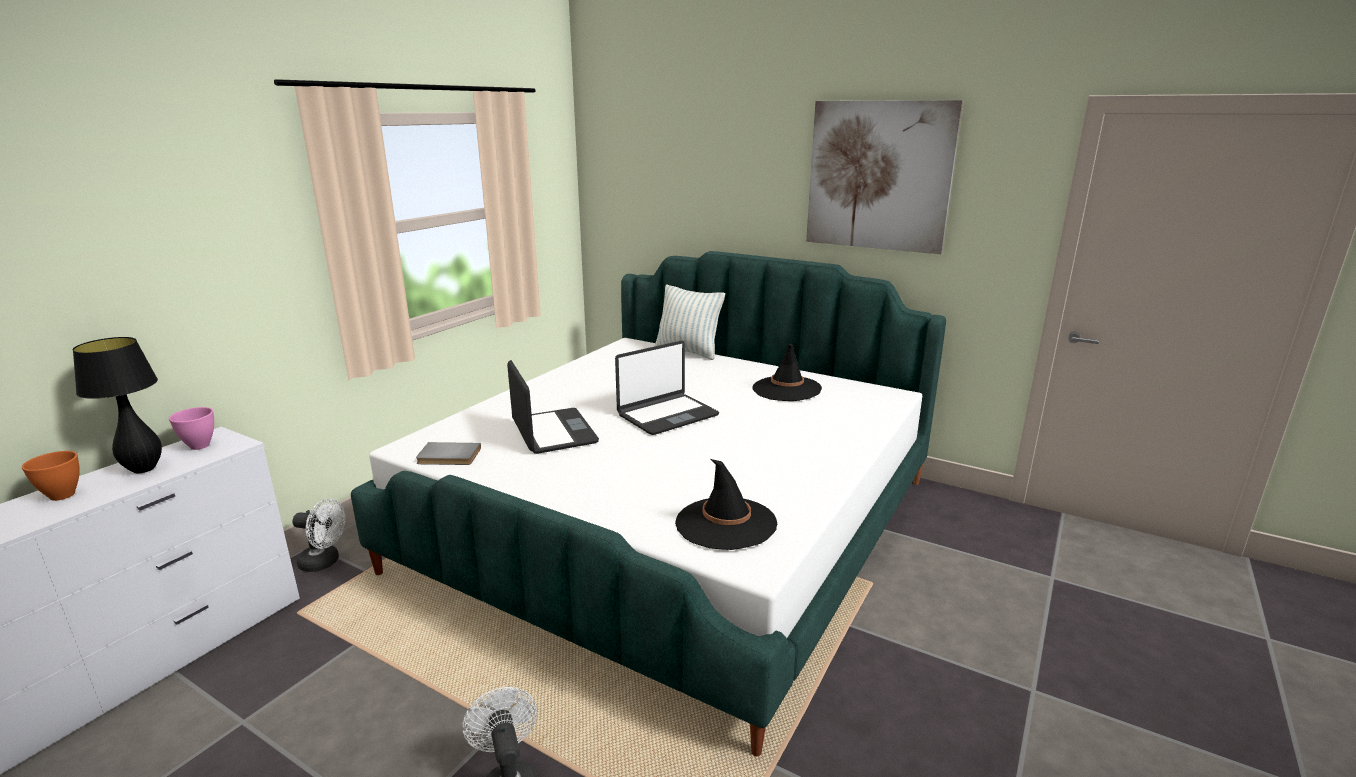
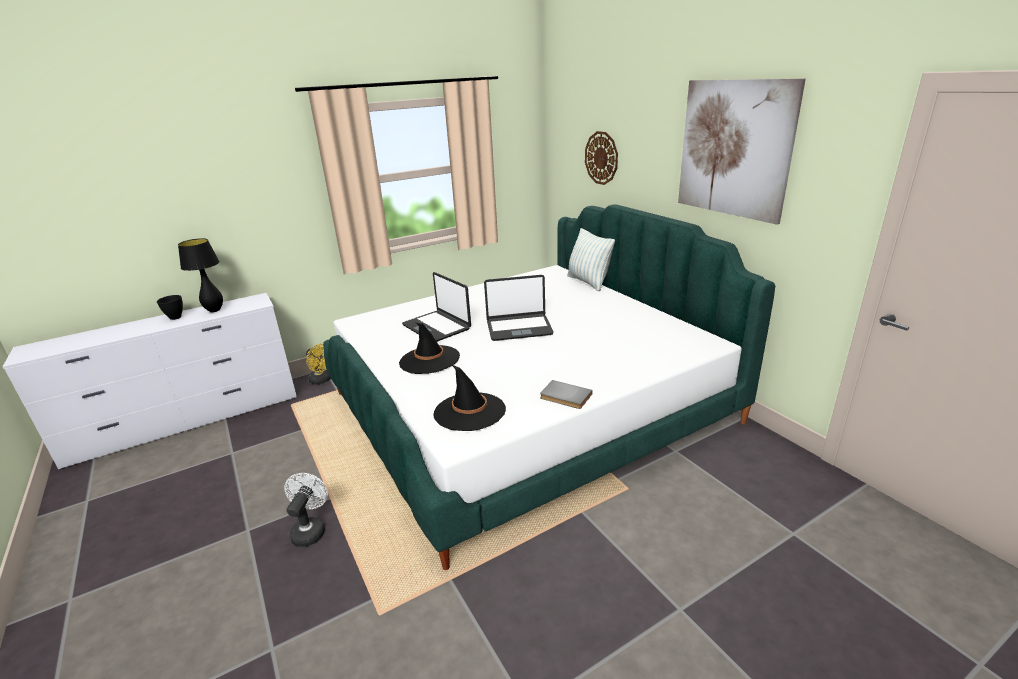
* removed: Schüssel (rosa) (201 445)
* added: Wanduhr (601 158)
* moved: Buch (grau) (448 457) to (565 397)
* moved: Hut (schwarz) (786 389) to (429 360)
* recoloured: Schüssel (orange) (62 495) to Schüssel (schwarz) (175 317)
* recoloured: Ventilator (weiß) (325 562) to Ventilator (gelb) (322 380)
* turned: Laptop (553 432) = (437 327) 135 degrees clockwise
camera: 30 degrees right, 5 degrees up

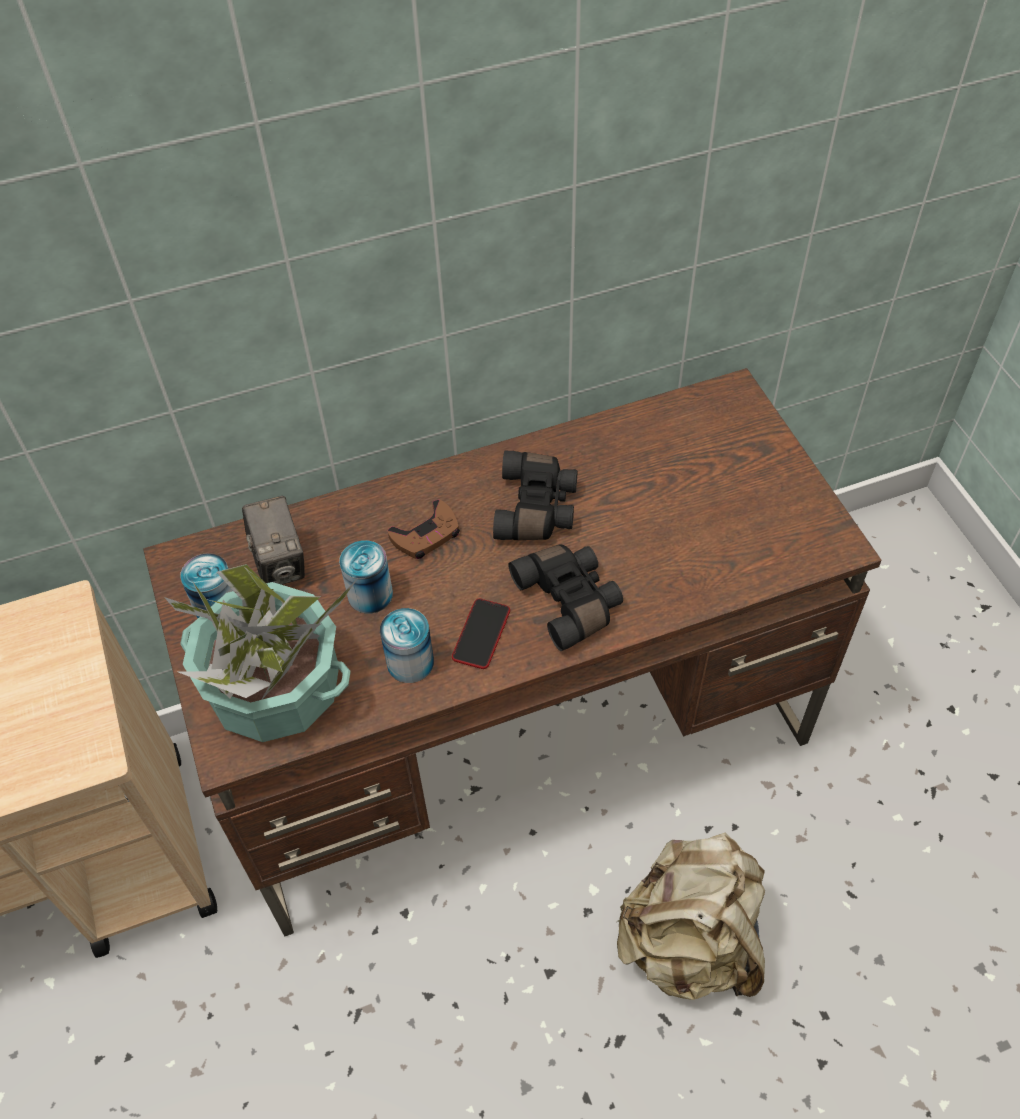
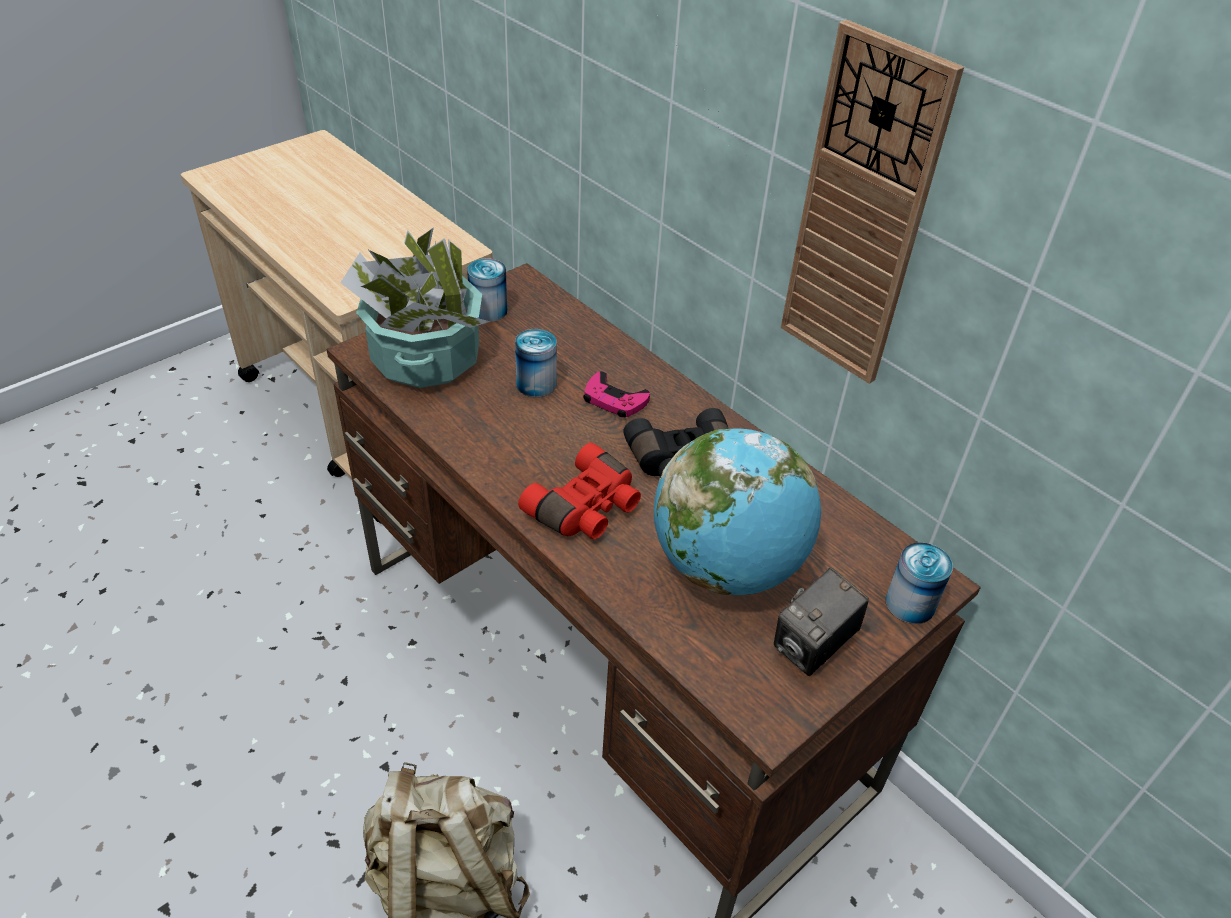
* removed: Handy (481 634)
* added: Globus (727 566)
* added: Wanduhr (862 215)
* moved: Kamera (280 564) to (813 647)
* moved: Dose (410 662) to (910 604)
* recoloured: Gamepad (braun) (426 535) to Gamepad (rosa) (614 400)
* recoloured: Fernglas (schwarz) (570 601) to Fernglas (rot) (586 509)
camera: 65 degrees right, 10 degrees down

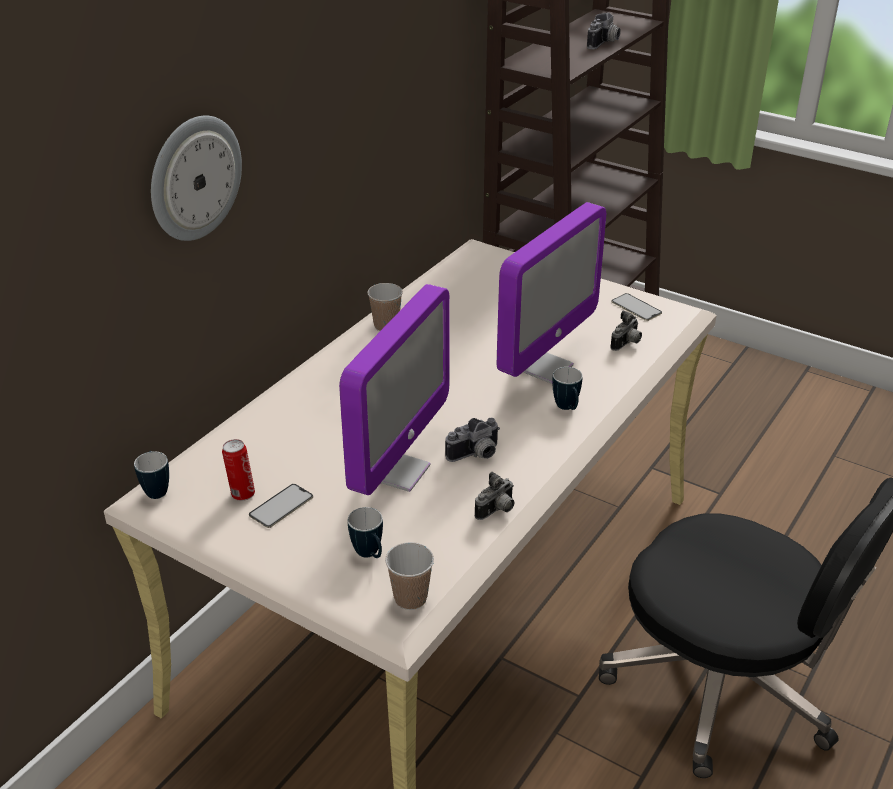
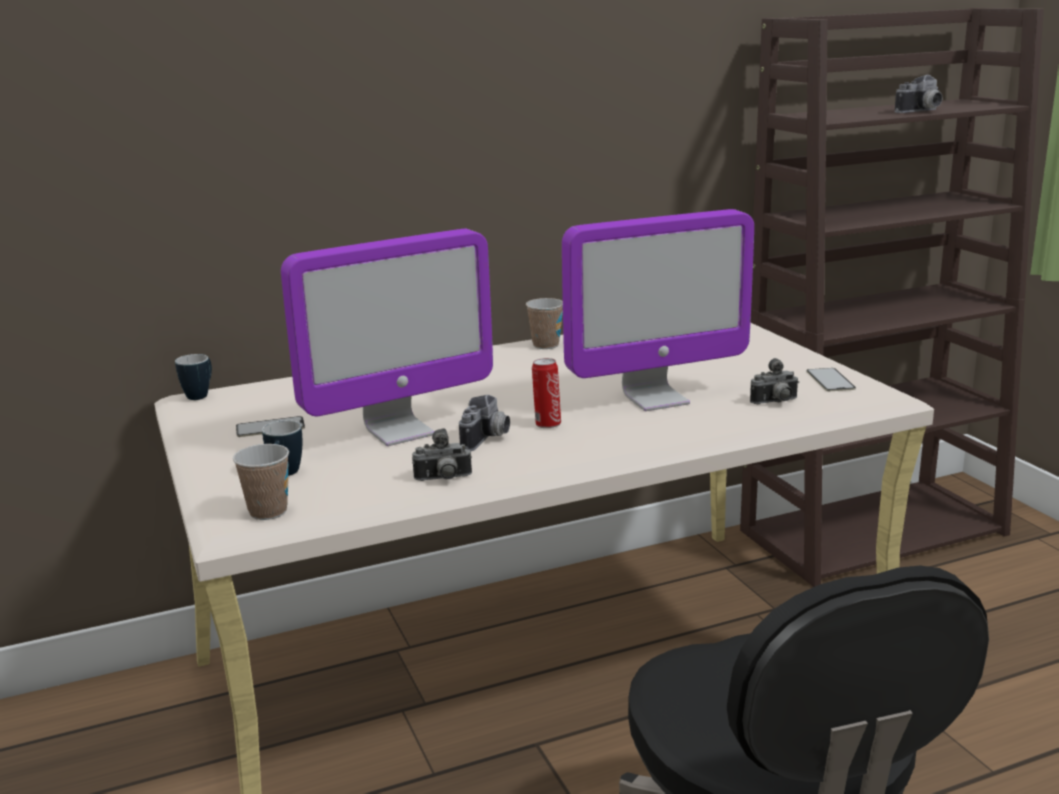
* removed: Wanduhr (194 178)
* removed: Henkelbecher (567 408)
* moved: Dose (241 494) to (547 424)
* turned: Kamera (476 455) = (487 439) 75 degrees counterclockwise
camera: 35 degrees right, 15 degrees down

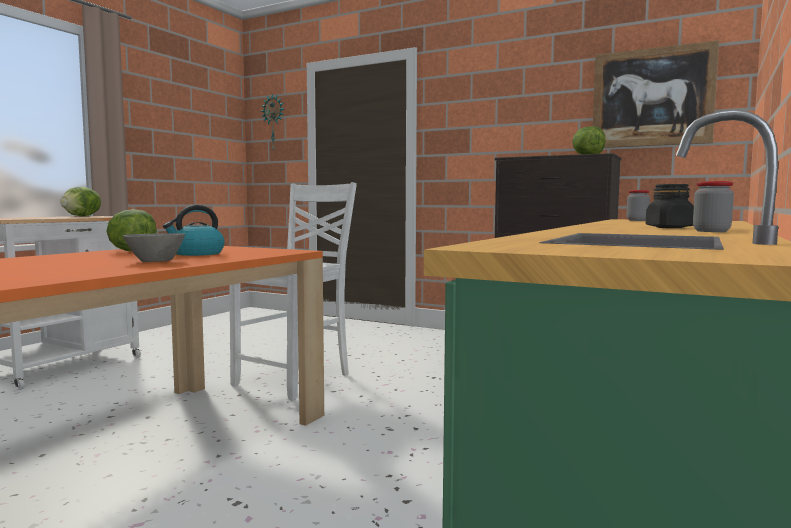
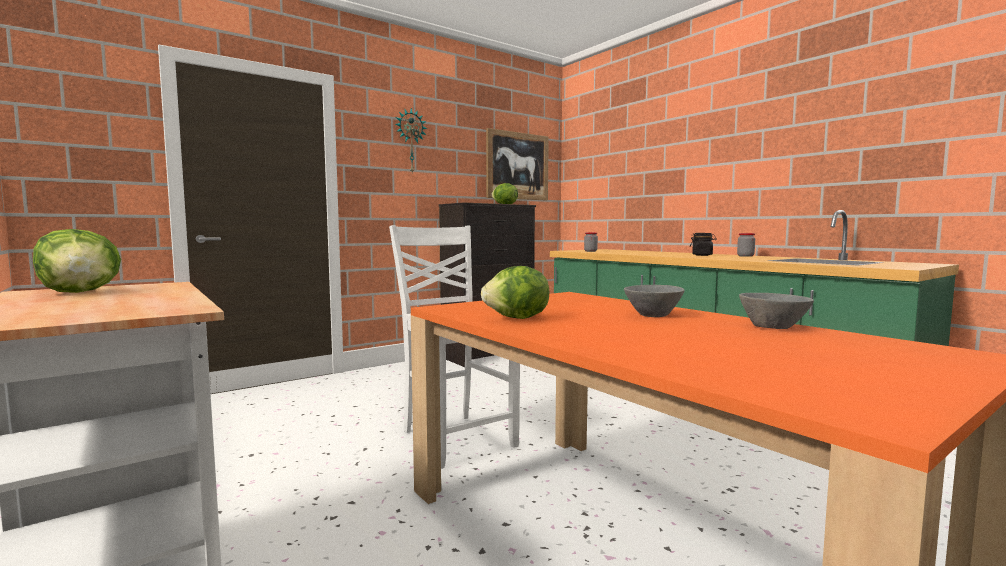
* removed: Wasserkessel (197 254)
* added: Schüssel (grau) (774 327)
* moved: Wanduhr (274 123) to (410 141)
camera: 65 degrees left, 0 degrees up

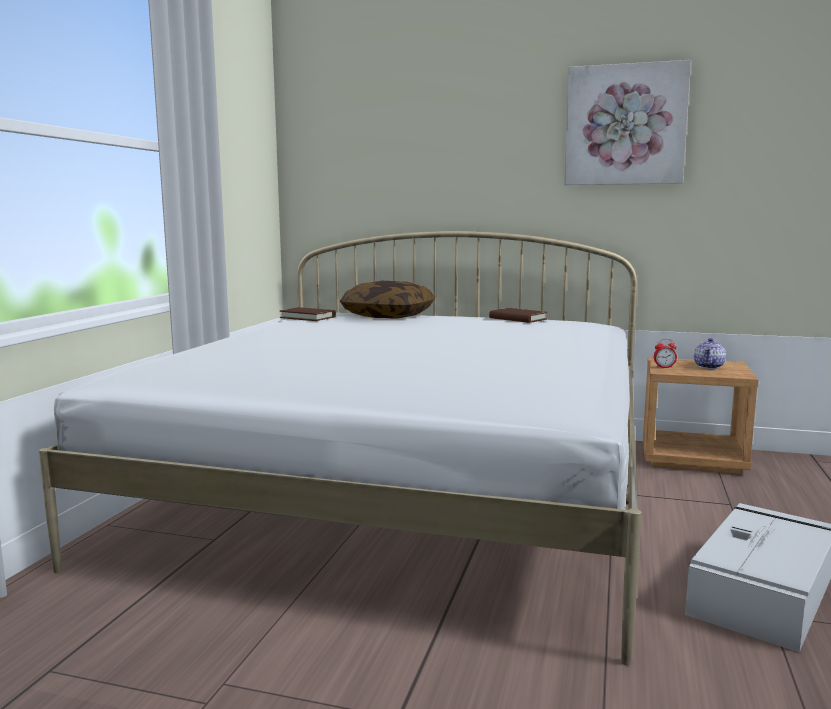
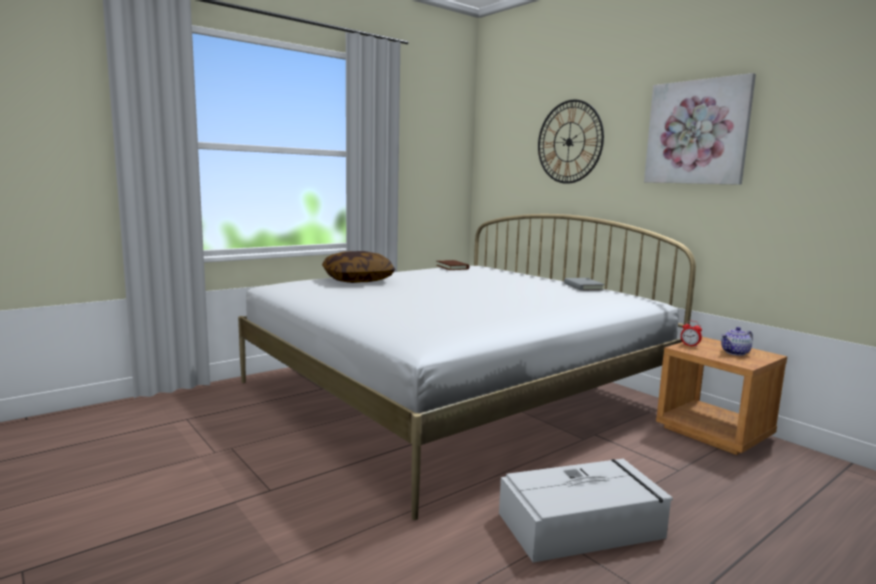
* added: Wanduhr (569 142)
* moved: Kissen (388 316) to (358 280)
* recoloured: Buch (braun) (517 319) to Buch (grau) (583 287)
camera: 35 degrees right, 0 degrees up

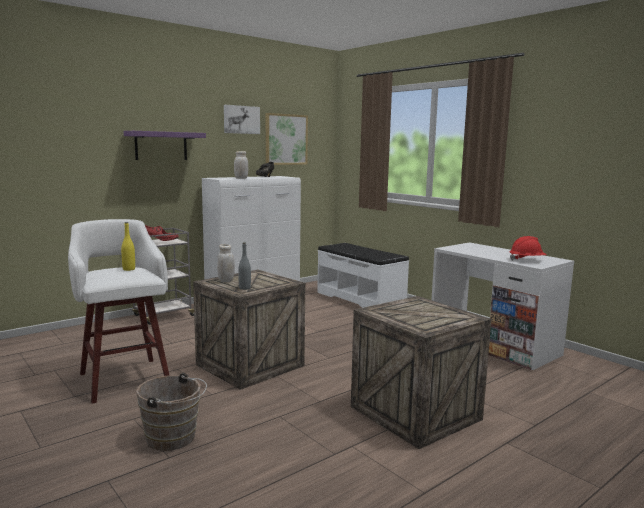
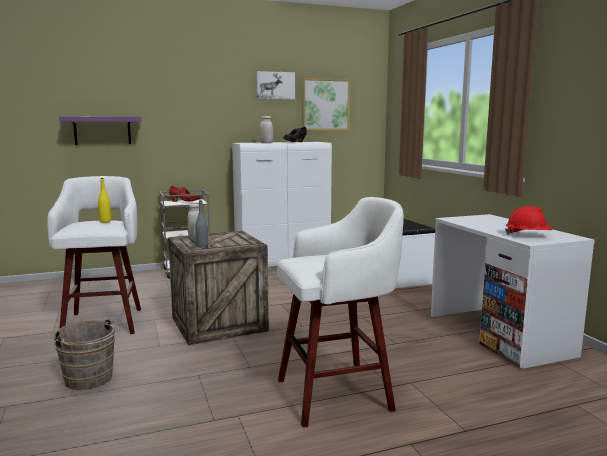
* moved: Wandregal (lila) (161 146) to (102 130)
* replaced: Kiste (417 413) to Hocker (weiß) (338 394)
camera: 20 degrees right, 0 degrees up

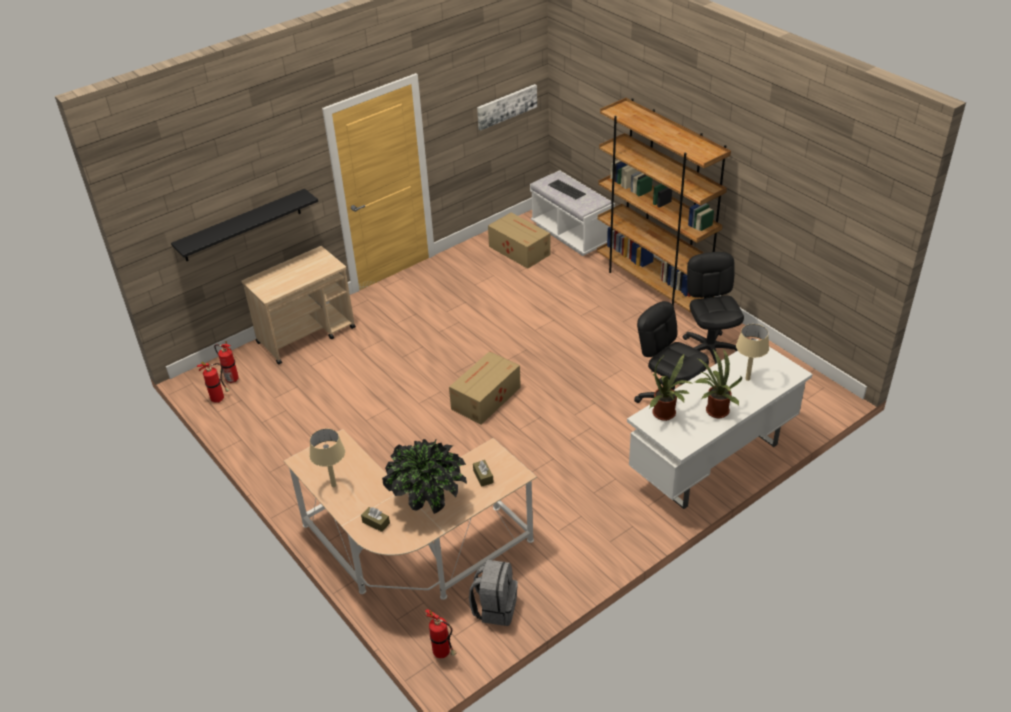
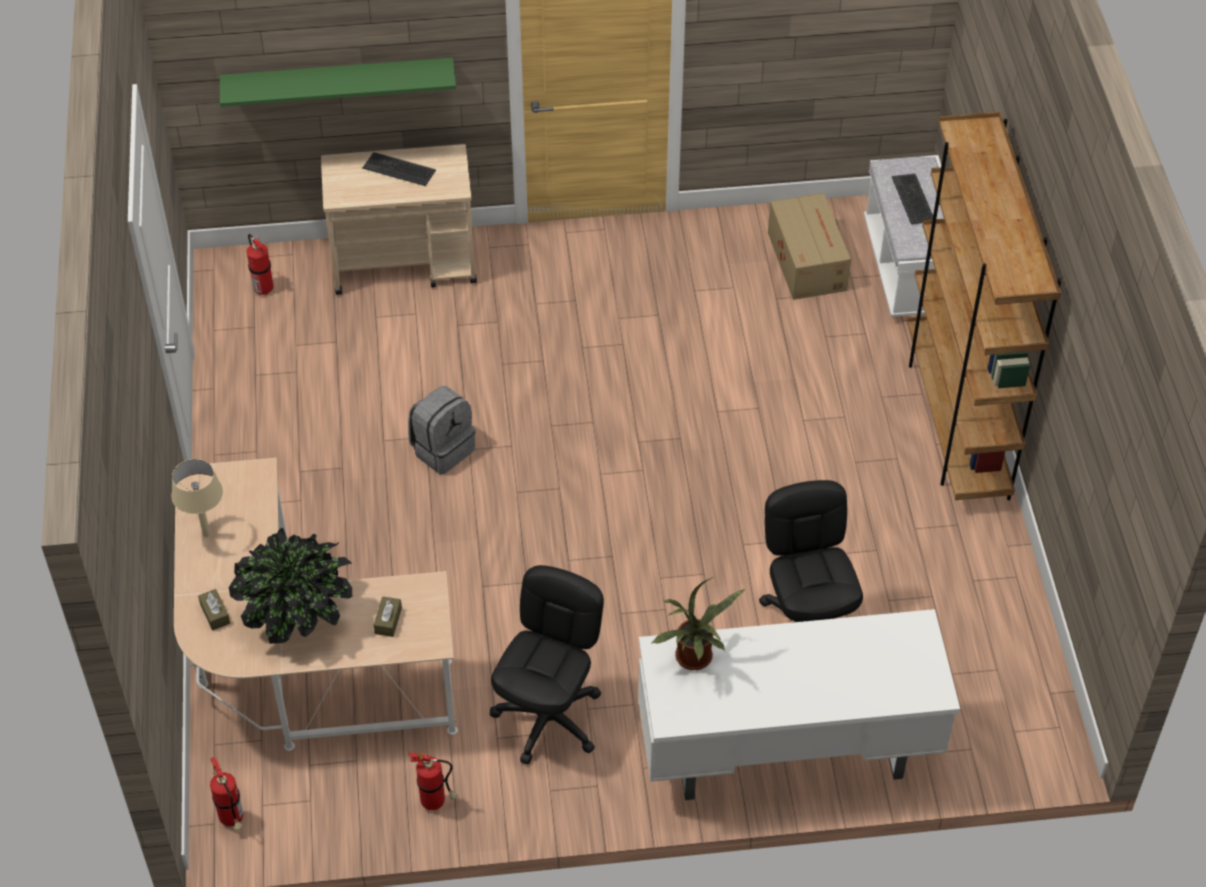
* removed: Karton (485 398)
* removed: Bild (506 106)
* removed: Topfpflanze (714 411)
* removed: Tischlampe (beige) (747 378)
* added: Tastatur (399 169)
* moved: Feuerlöscher (219 399) to (436 802)
* moved: Rucksack (grau) (495 608) to (442 449)
* moved: Bürostuhl (schwarz) (709 351) to (549 718)
* recoloured: Wandregal (schwarz) (242 225) to Wandregal (grün) (338 81)
camera: 30 degrees right, 10 degrees up

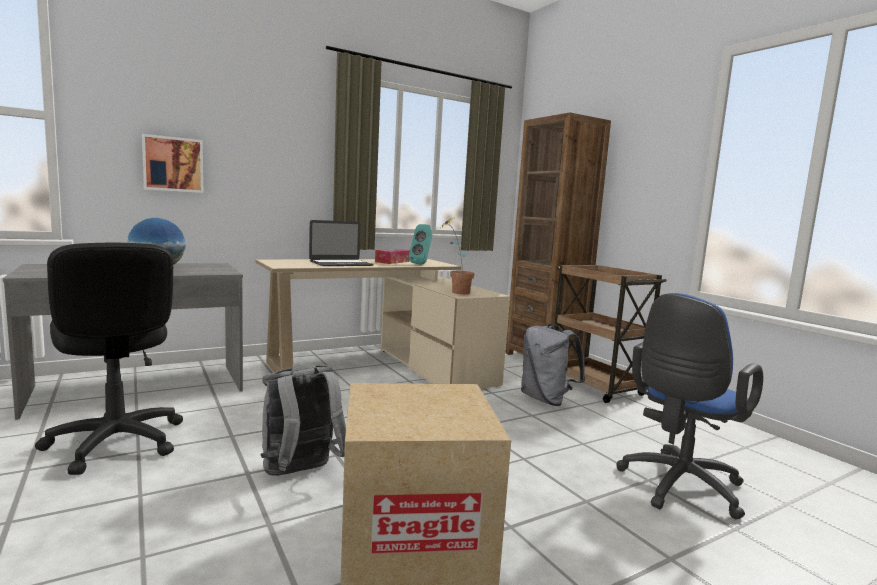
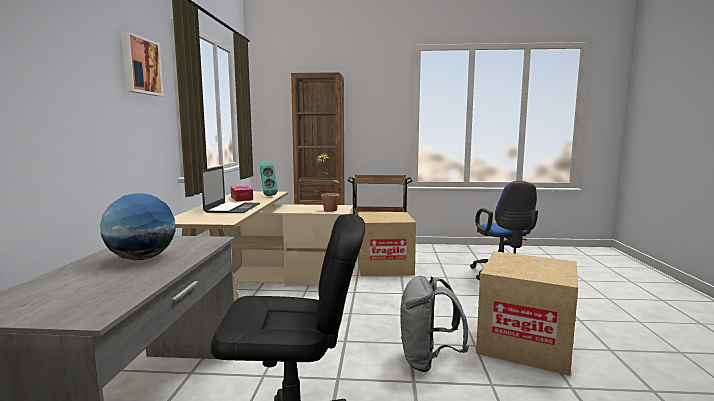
* moved: Bild (173 164) to (140 66)
* replaced: Rucksack (grau) (546 400) to Karton (384 267)
camera: 55 degrees left, 0 degrees up

